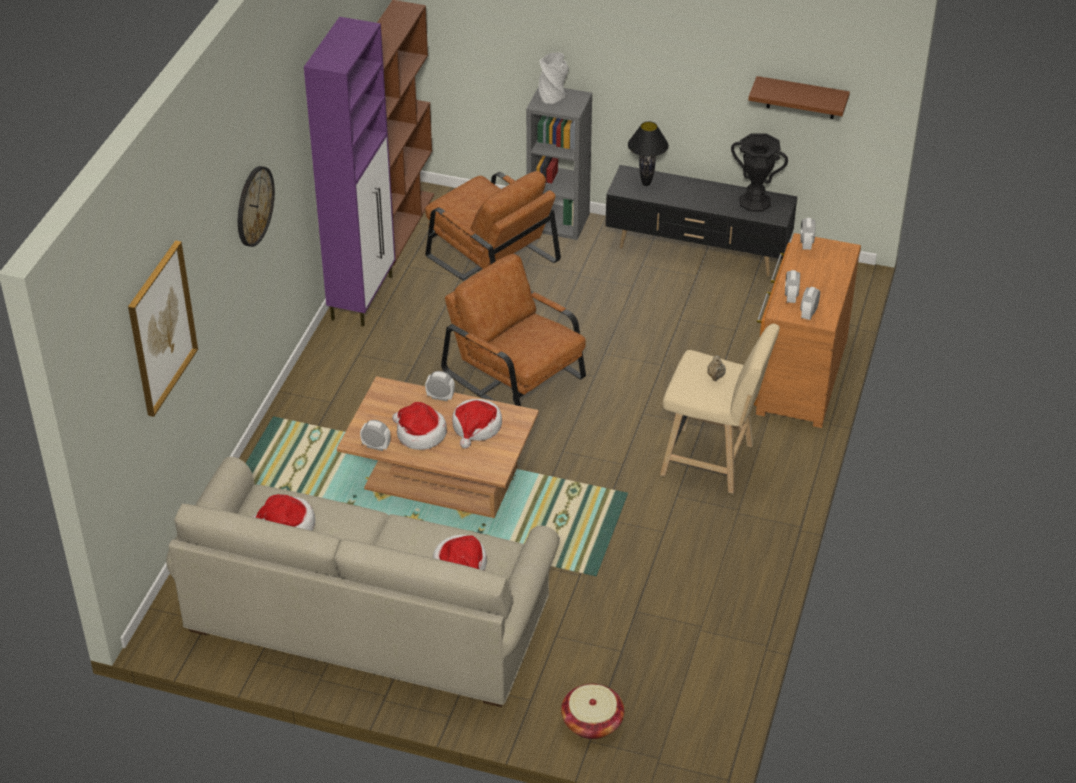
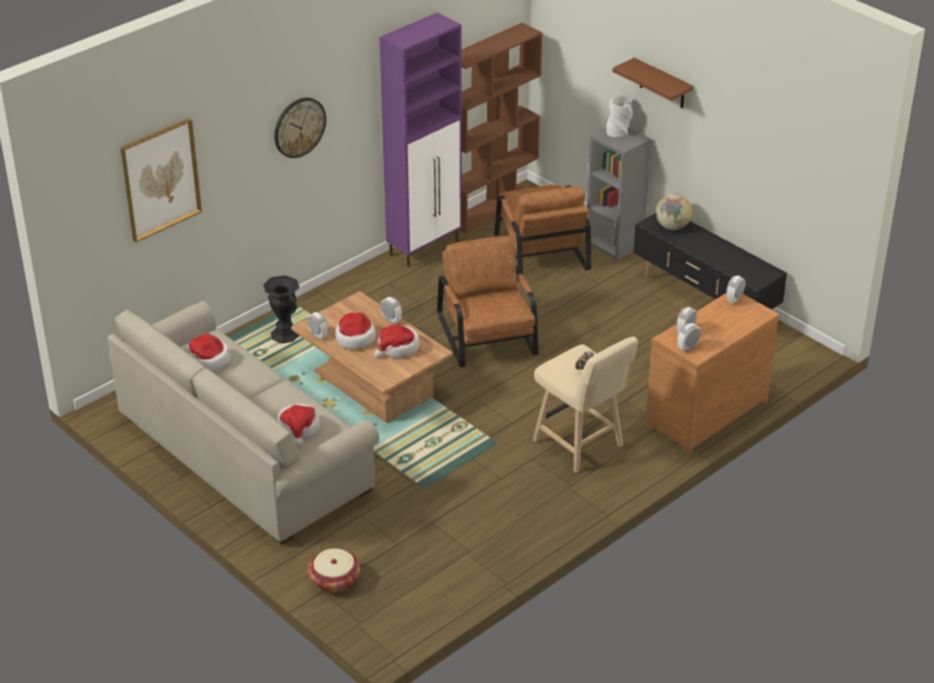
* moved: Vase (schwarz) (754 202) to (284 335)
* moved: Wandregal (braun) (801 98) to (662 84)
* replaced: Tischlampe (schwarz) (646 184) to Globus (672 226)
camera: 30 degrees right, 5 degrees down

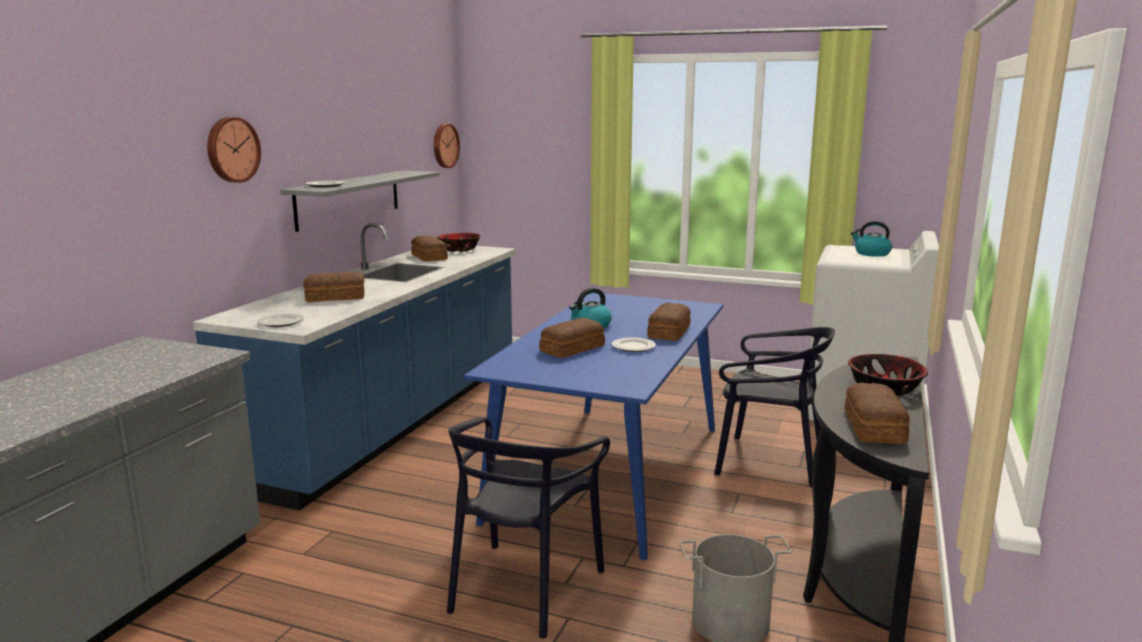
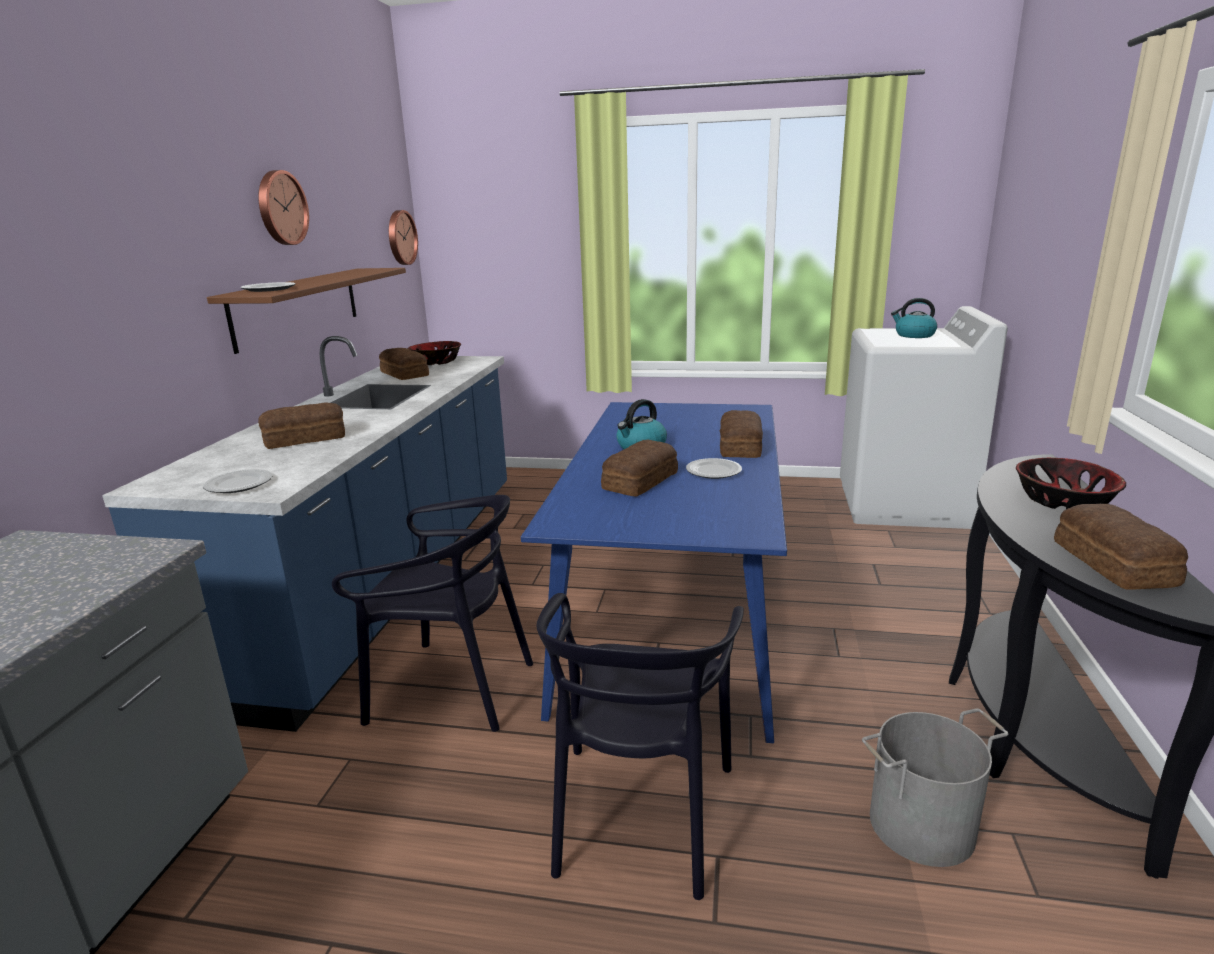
* moved: Wanduhr (231 149) to (280 208)
* moved: Stuhl (schwarz) (768 463) to (451 688)
* recoloured: Wandregal (grau) (349 199) to Wandregal (braun) (298 306)
camera: 10 degrees left, 5 degrees up

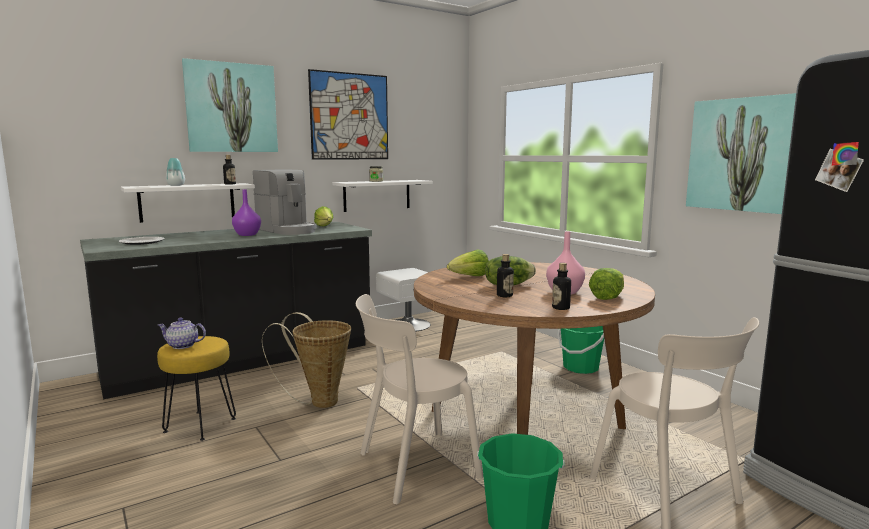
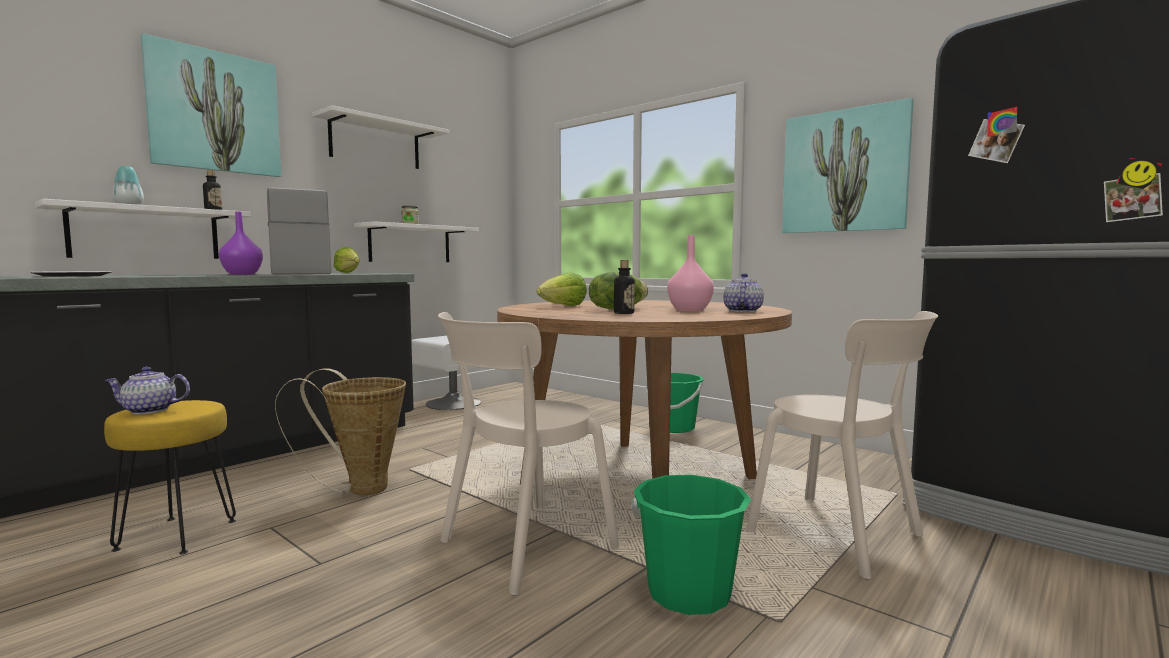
* removed: Flasche (560 308)
* replaced: Bild (350 116) to Wandregal (weiß) (375 143)
* replaced: Salatkopf (607 297) to Teekanne (742 311)
* turned: Kaffeemaschine (288 230) = (299 273) 150 degrees counterclockwise
camera: 15 degrees left, 5 degrees down

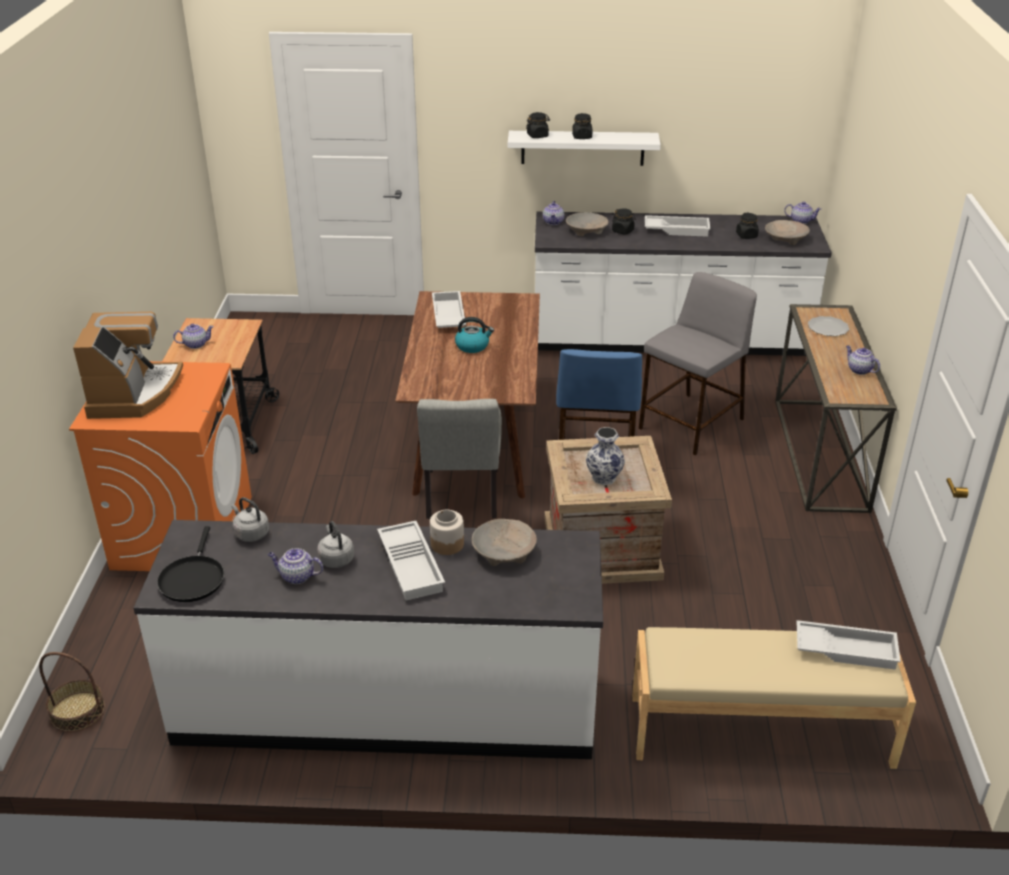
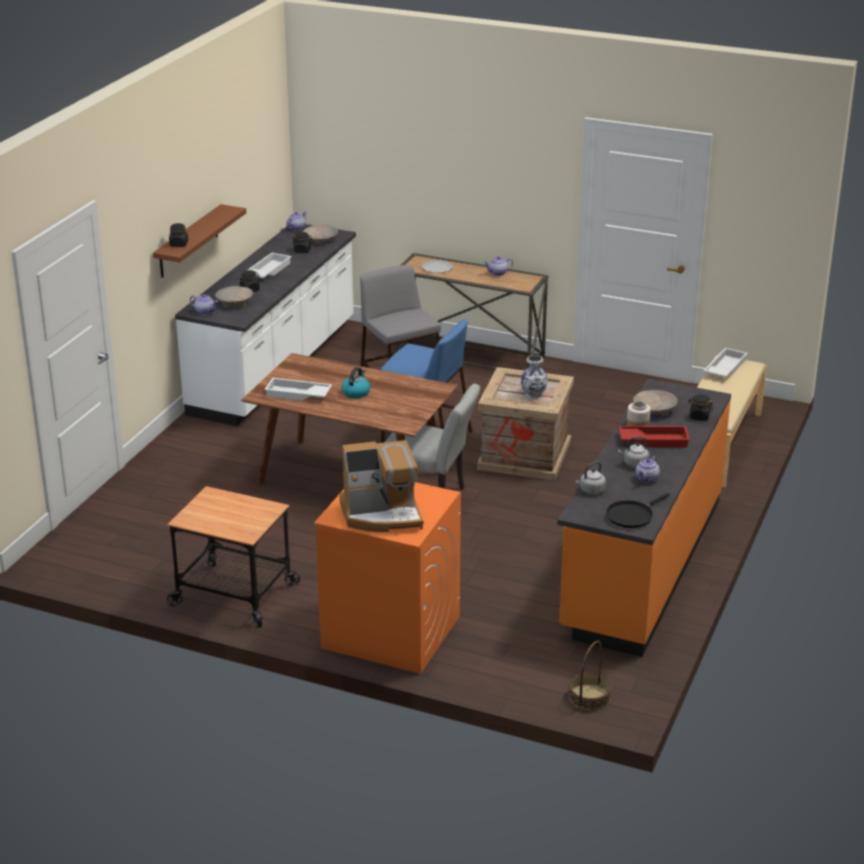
* removed: Teekanne (195 344)
* moved: Vorratsglas (schwarz) (582 137) to (699 417)
* recoloured: Küchenzeile (weiß) (387 705) to Küchenzeile (orange) (641 564)
* recoloured: Tablett (weiß) (412 565) to Tablett (rot) (654 440)
* recoloured: Wandregal (weiß) (582 148) to Wandregal (braun) (188 242)
* turned: Kaffeemaschine (134 394) = (382 514) 150 degrees clockwise
* turned: Pfanne (schwarz) (193 579) = (632 516) 120 degrees clockwise
camera: 70 degrees left, 5 degrees down

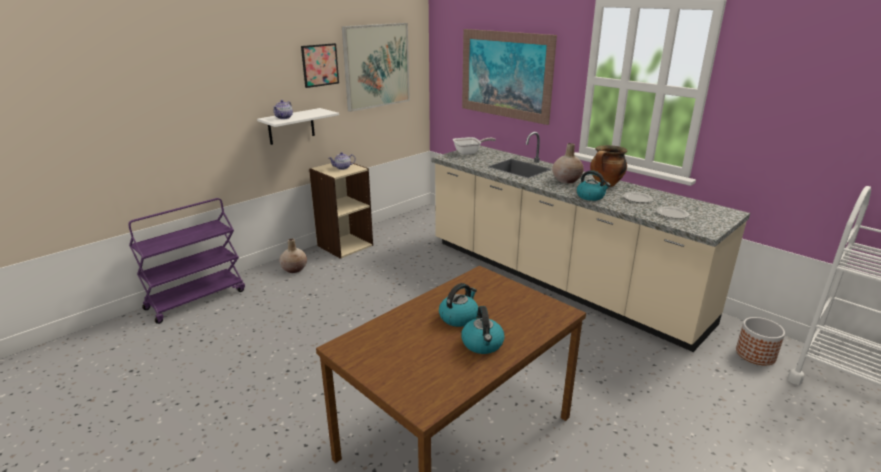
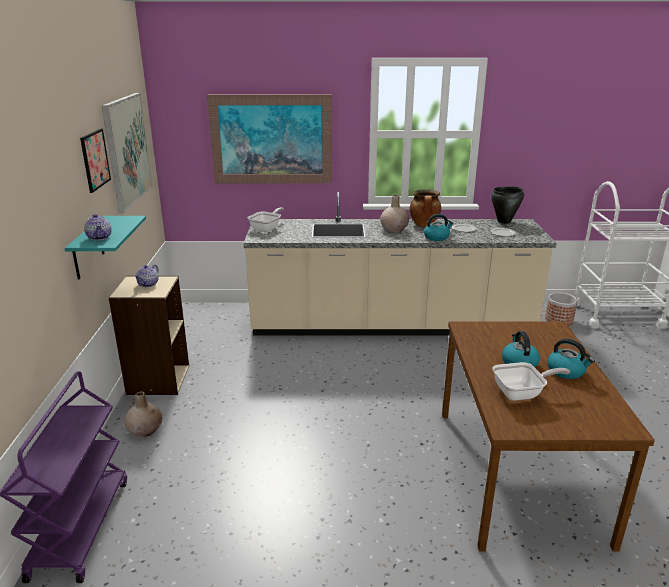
* added: Kochtopf (schwarz) (504 221)
* added: Pfanne (522 393)
* recoloured: Wandregal (weiß) (291 126) to Wandregal (türkis) (88 248)
camera: 45 degrees left, 0 degrees up

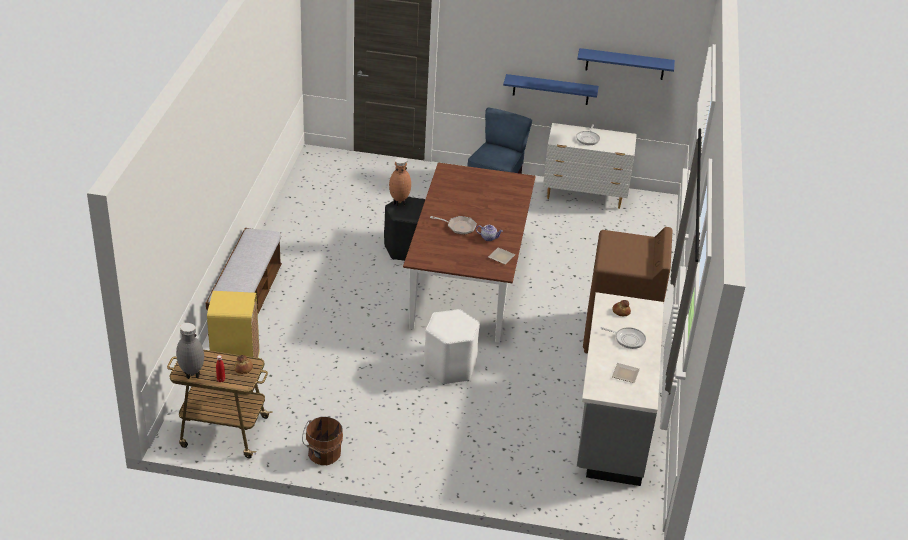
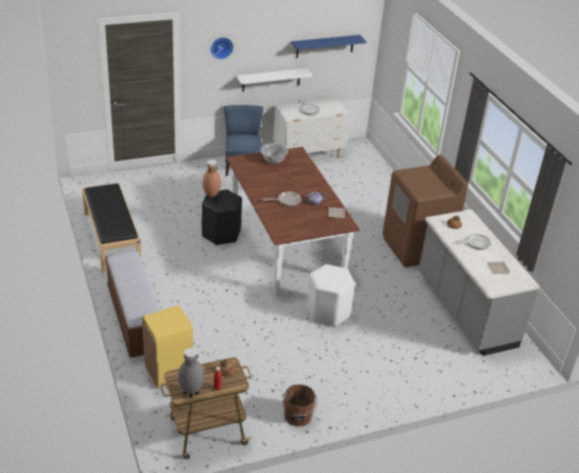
* added: Bank (schwarz) (111 238)
* added: Wanduhr (221 47)
* added: Kochtopf (273 159)
* recoloured: Wandregal (blau) (551 89) to Wandregal (weiß) (271 79)
camera: 30 degrees left, 0 degrees up

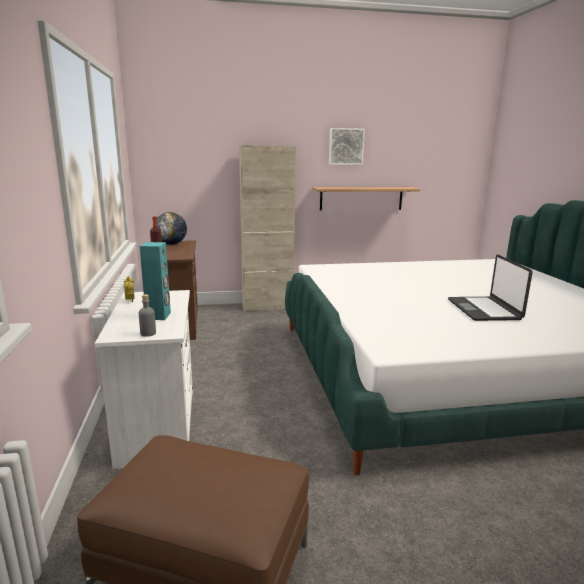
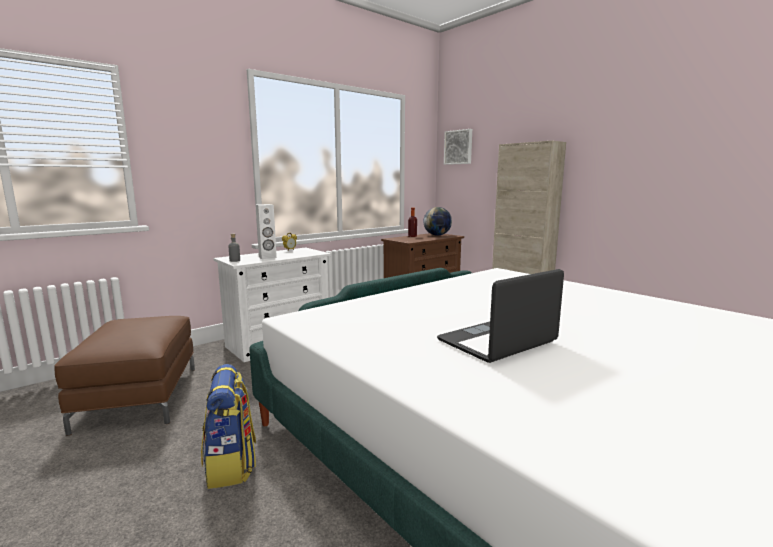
* removed: Wandregal (361 198)
* added: Rucksack (231 465)
* moved: Bild (346 146) to (458 147)
* recoloured: Lautsprecher (türkis) (159 316) to Lautsprecher (weiß) (267 257)
camera: 60 degrees right, 5 degrees down

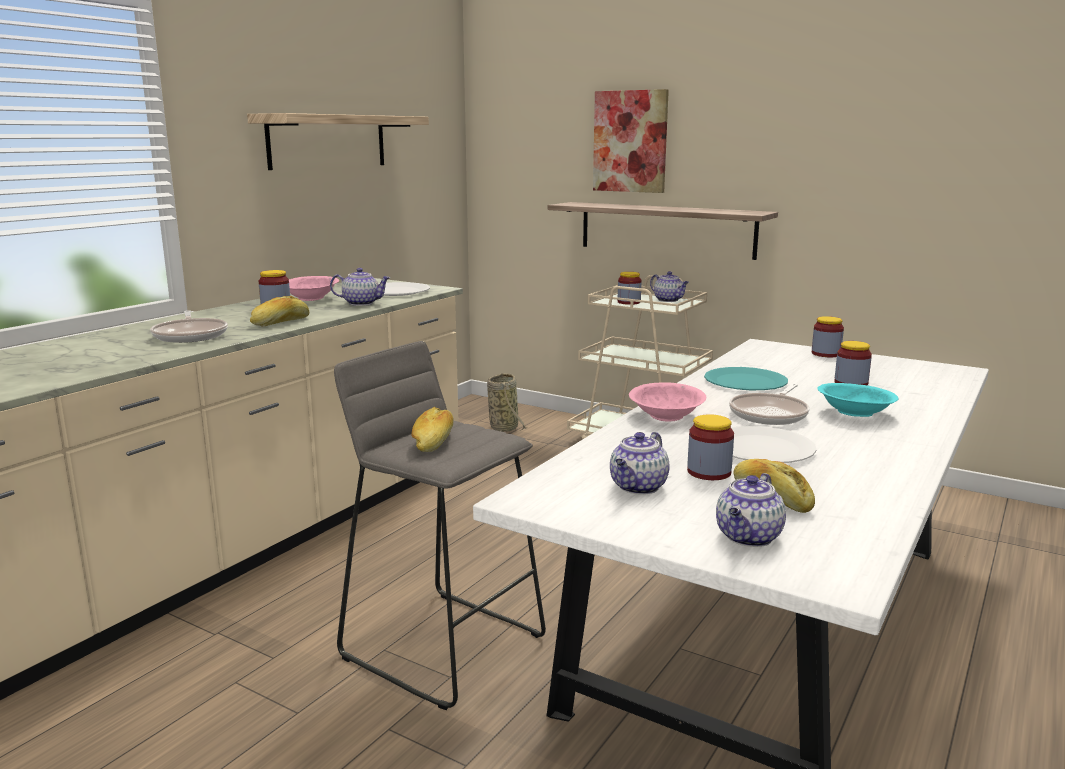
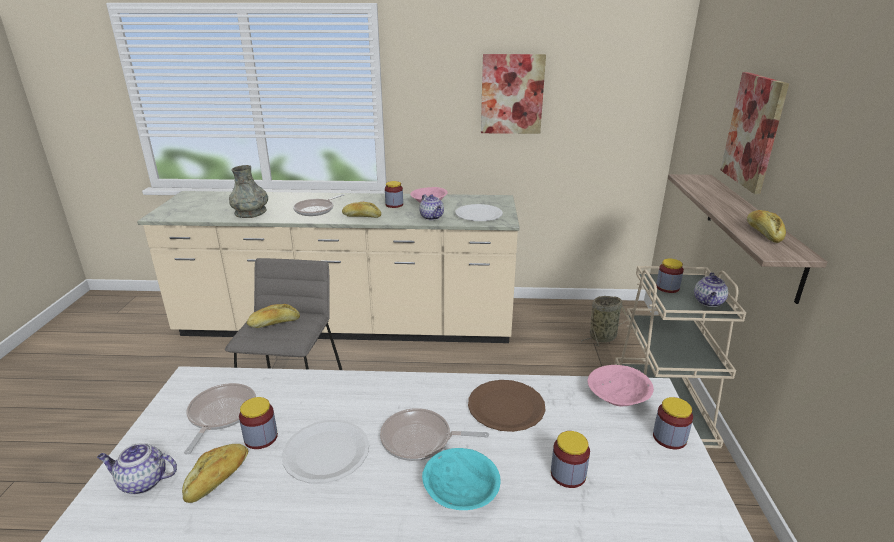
* added: Vase (grau) (251 212)
* added: Brot (763 233)
* moved: Schüssel (rosa) (666 416) to (618 398)
* replaced: Wandregal (328 141) to Bild (512 94)
* replaced: Teekanne (638 487) to Pfanne (220 414)
* recoloured: Teller (türkis) (745 382) to Teller (braun) (506 407)
camera: 60 degrees right, 10 degrees up

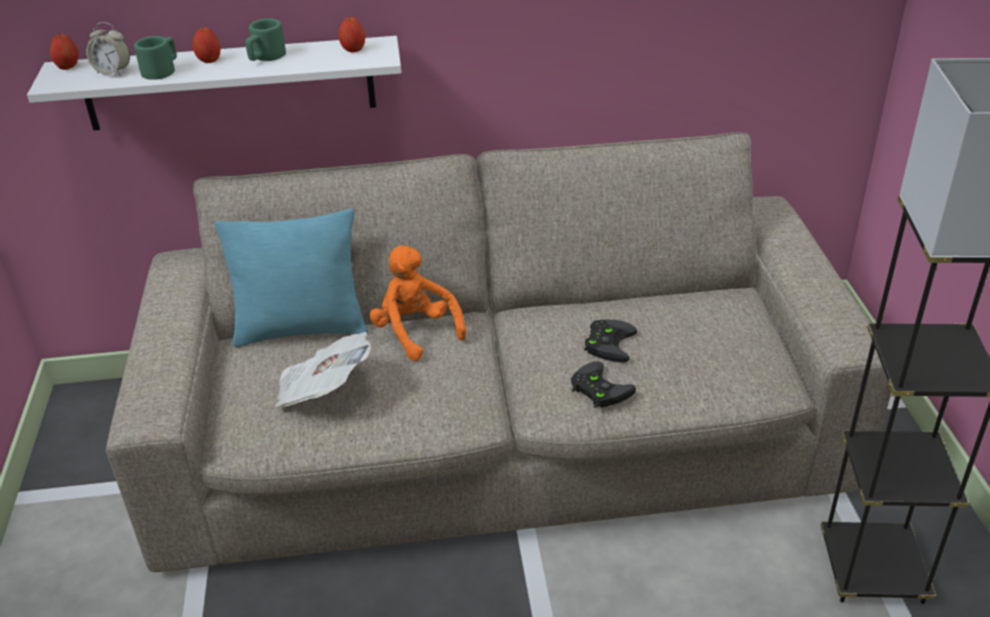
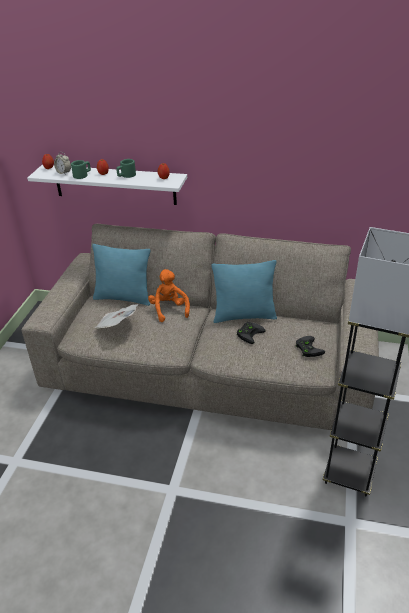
* added: Kissen (türkis) (244 316)
* moved: Gamepad (schwarz) (597 388) to (307 348)
camera: 20 degrees right, 0 degrees up

